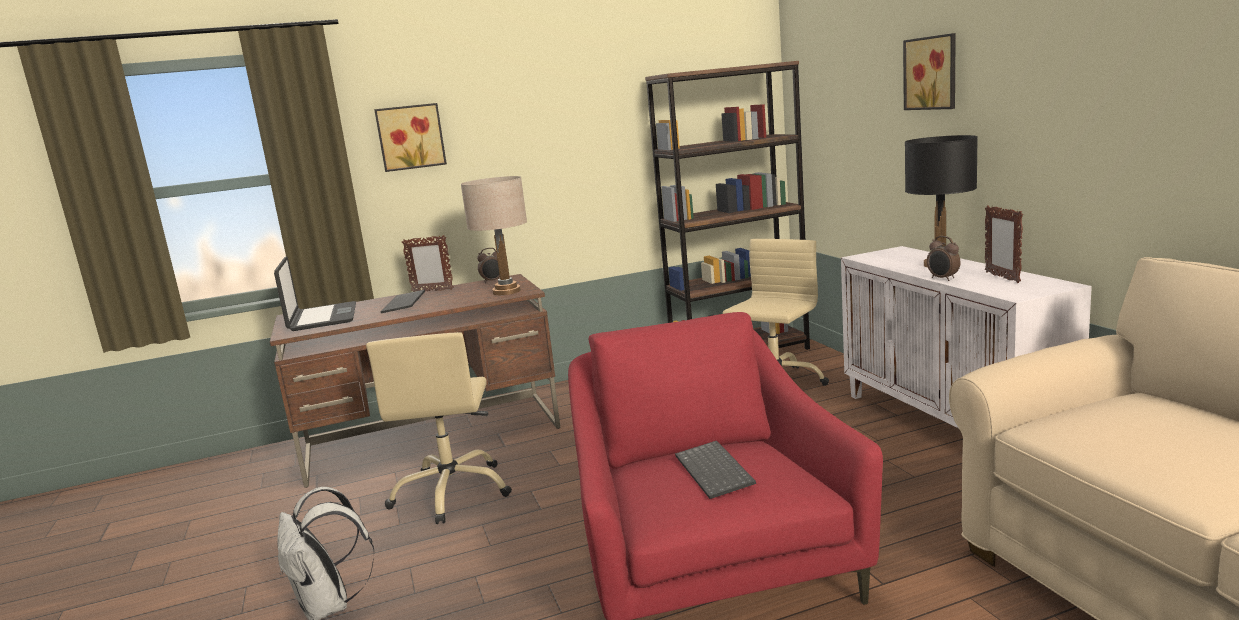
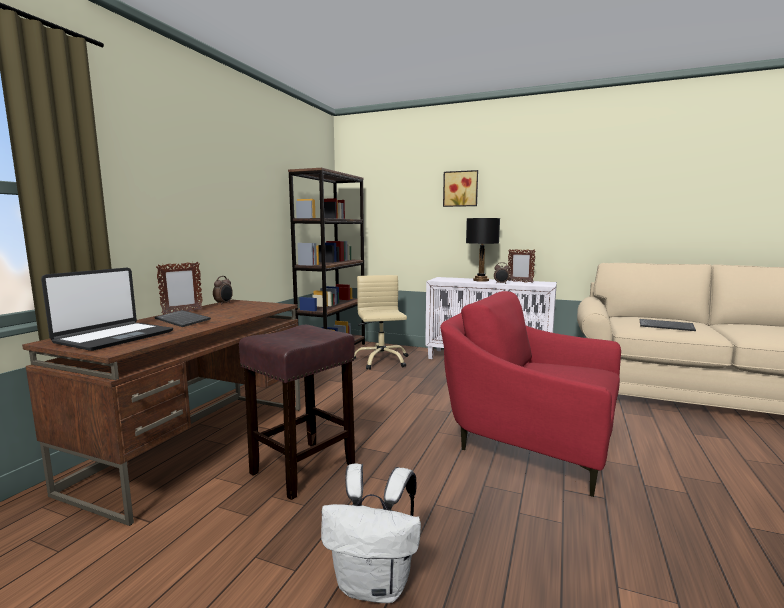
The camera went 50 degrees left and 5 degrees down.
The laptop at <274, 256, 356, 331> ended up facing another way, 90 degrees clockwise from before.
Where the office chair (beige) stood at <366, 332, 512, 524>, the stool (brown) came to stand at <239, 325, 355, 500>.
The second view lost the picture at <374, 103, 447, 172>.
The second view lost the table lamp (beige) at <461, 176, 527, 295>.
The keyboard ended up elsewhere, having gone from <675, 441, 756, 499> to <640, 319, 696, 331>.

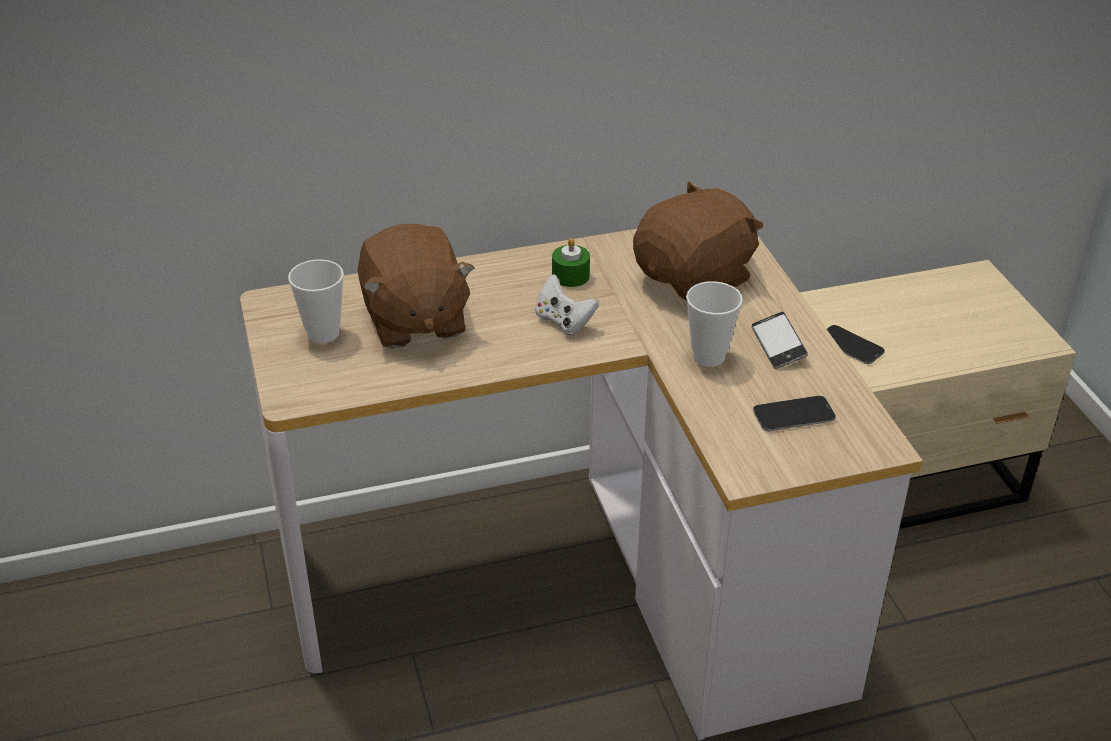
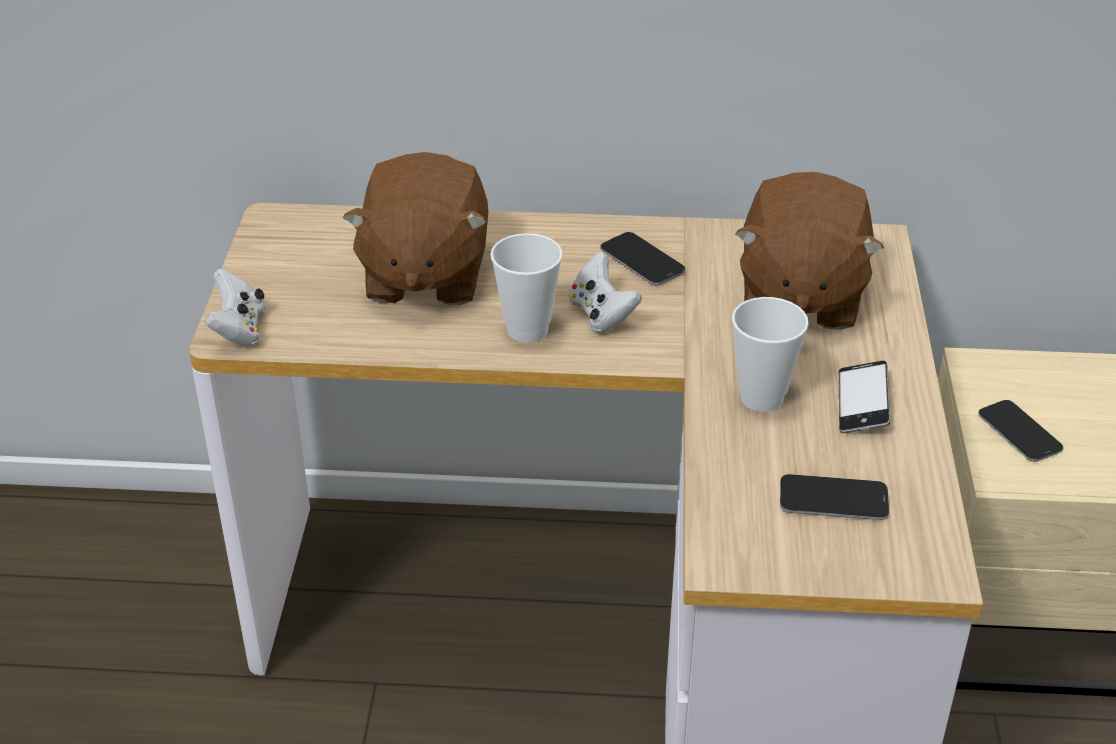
The camera went 20 degrees right and 0 degrees up.
The cup ended up elsewhere, having gone from <288, 259, 344, 343> to <490, 233, 563, 343>.
Where the candle (green) stood at <552, 238, 590, 287>, the phone came to stand at <600, 232, 685, 285>.
The plush toy (brown) at <633, 181, 763, 301> ended up facing another way, 120 degrees clockwise from before.
The second view gained the game controller (white) at <204, 269, 265, 346>.

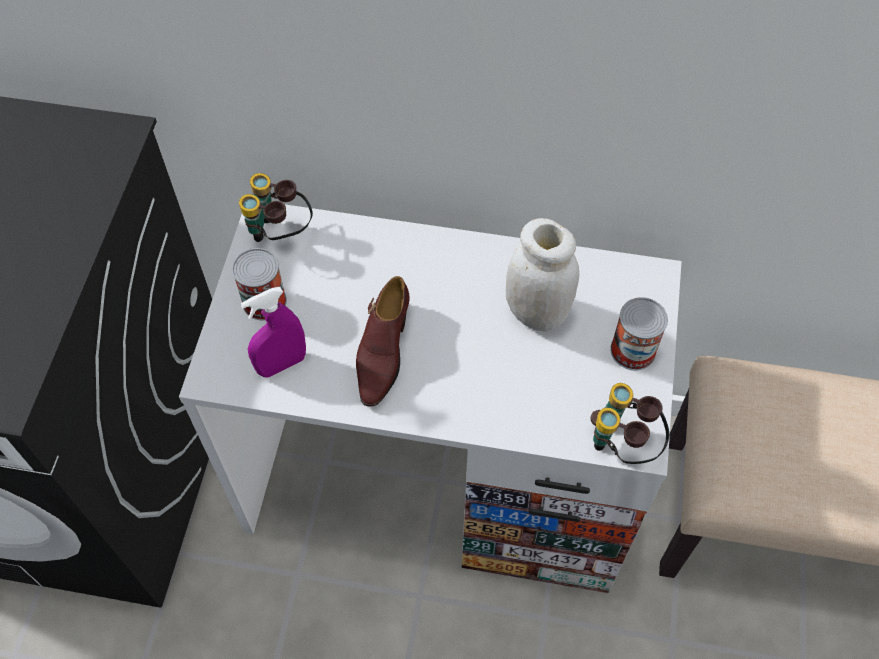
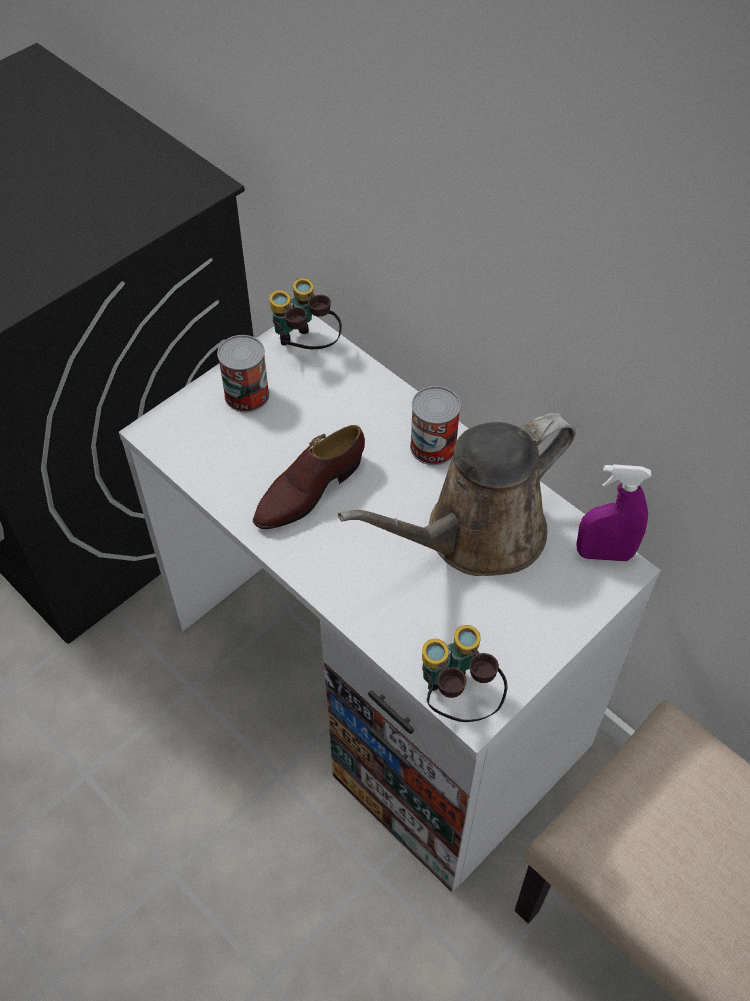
The camera went 35 degrees right and 5 degrees down.
The spray bottle (purple) ended up elsewhere, having gone from <240, 287, 306, 378> to <577, 464, 651, 561>.
Where the jar (white) stood at <506, 218, 579, 332>, the watering can (brown) came to stand at <338, 413, 576, 576>.
The can ended up elsewhere, having gone from <610, 297, 668, 370> to <410, 386, 461, 465>.

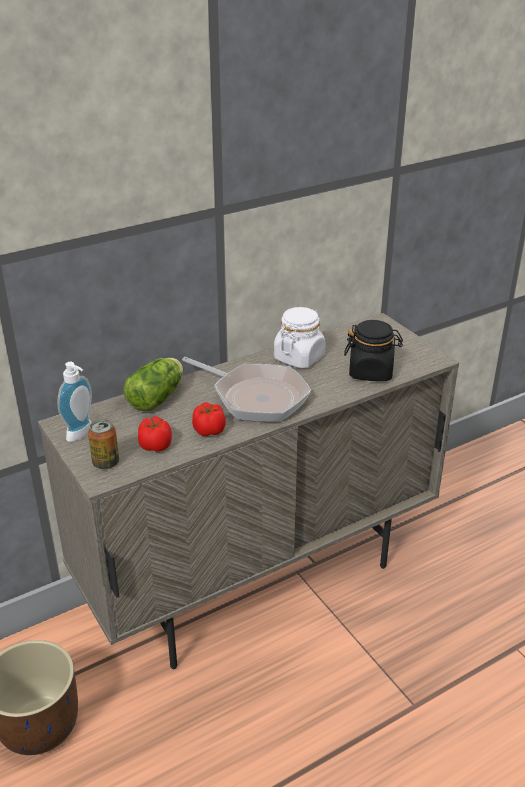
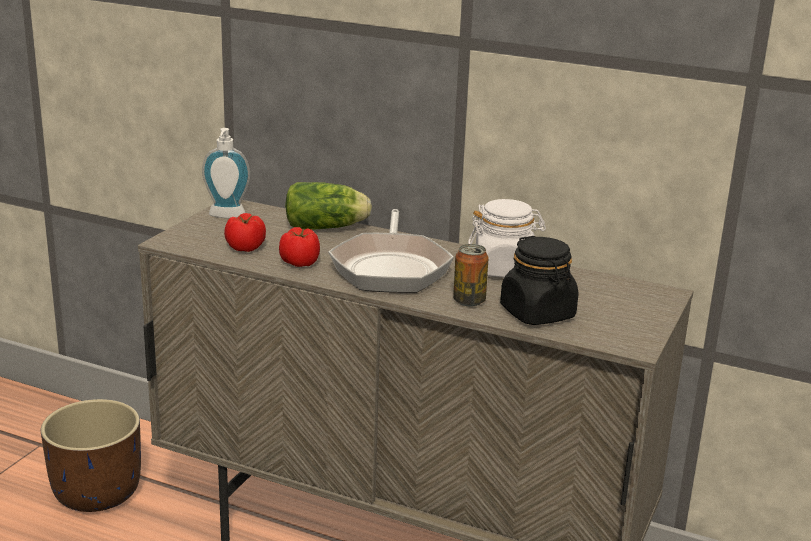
The camera went 55 degrees right and 10 degrees down.
The can ended up elsewhere, having gone from <88, 419, 119, 469> to <453, 244, 489, 307>.

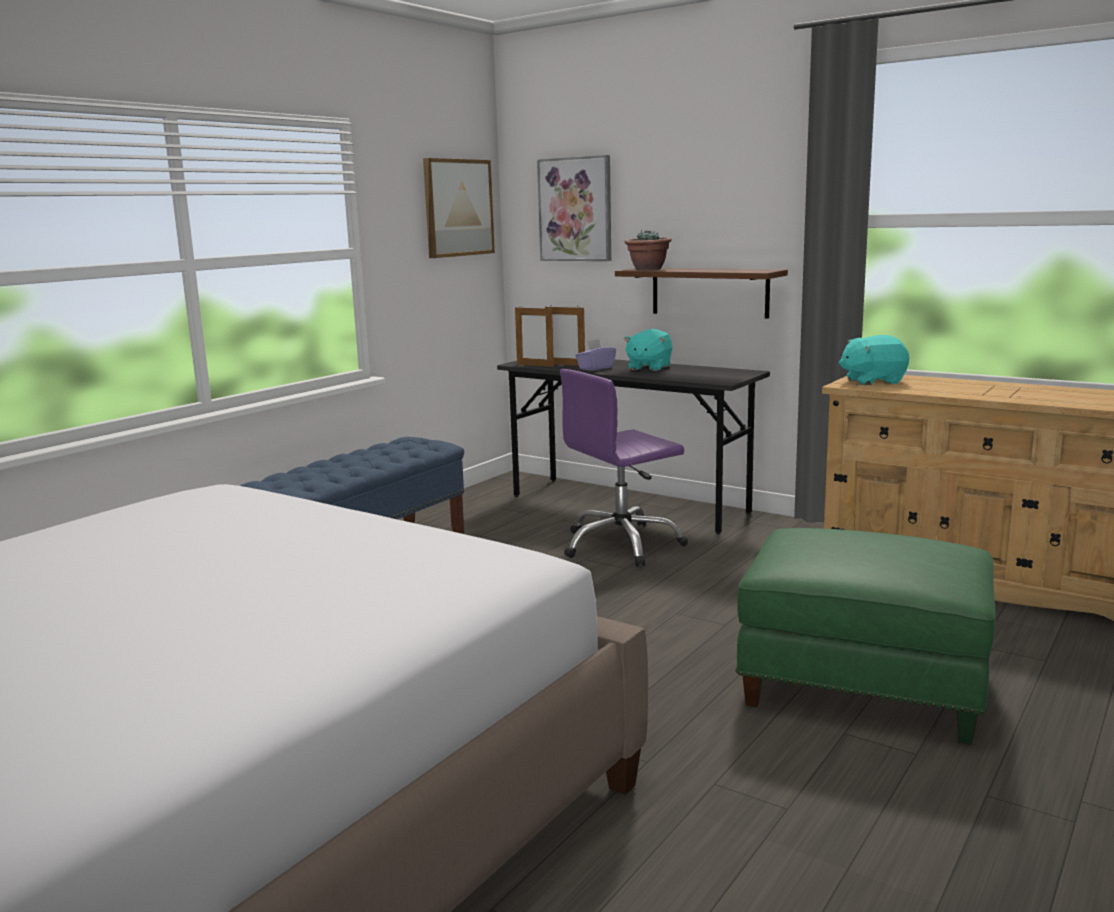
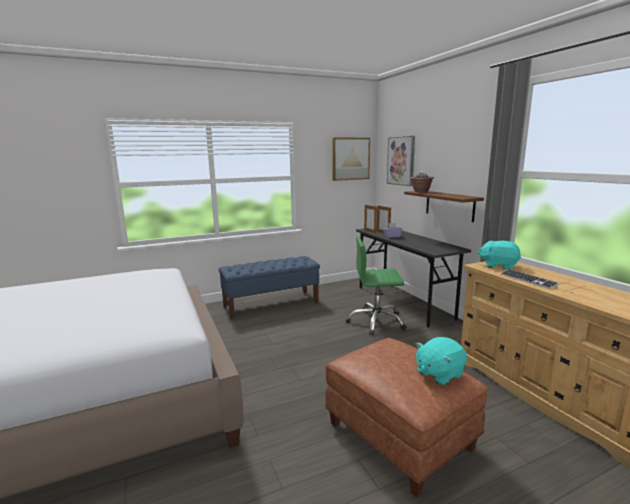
The camera went 30 degrees right and 0 degrees up.
What was the office chair (purple) at <560, 369, 688, 567> turned into the office chair (green) at <346, 236, 407, 335>.
The plush toy (turquoise) ended up elsewhere, having gone from <623, 329, 673, 371> to <416, 337, 467, 386>.
What was the ottoman (green) at <735, 528, 996, 745> turned into the ottoman (brown) at <325, 338, 488, 497>.
The second view gained the keyboard at <501, 269, 560, 289>.

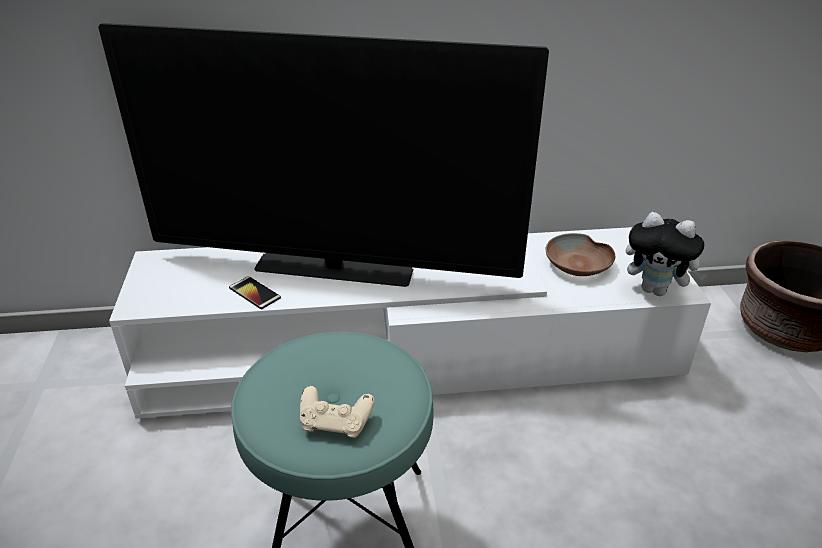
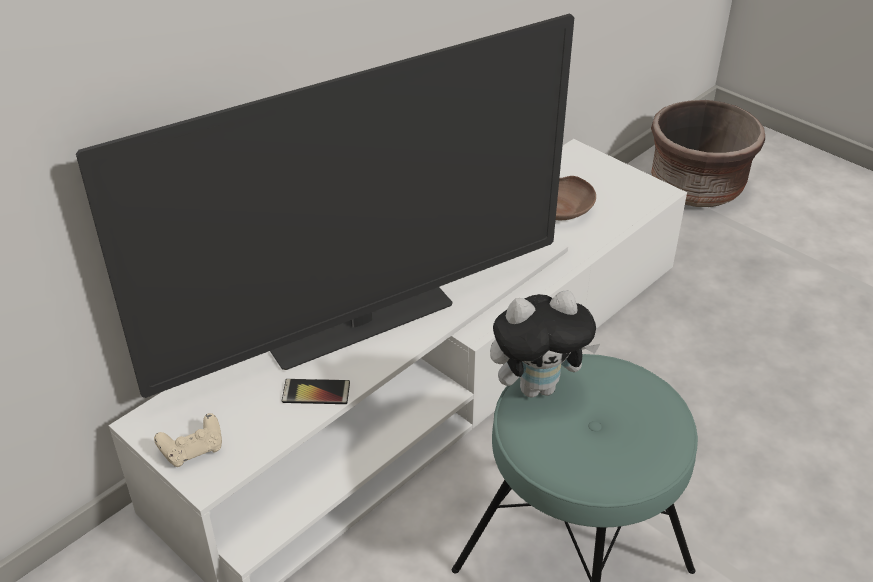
The camera went 40 degrees left and 5 degrees up.
The game controller (beige) ended up elsewhere, having gone from <300, 386, 375, 438> to <154, 413, 222, 467>.
The plush toy ended up elsewhere, having gone from <626, 212, 708, 296> to <490, 291, 600, 398>.

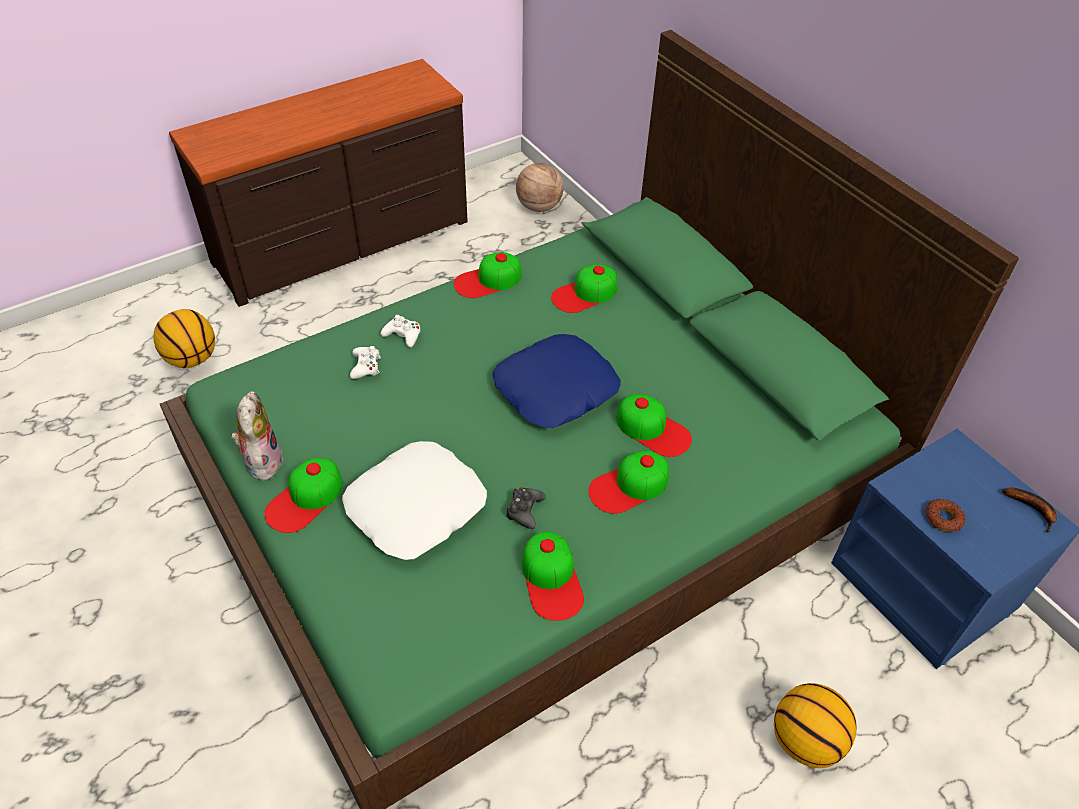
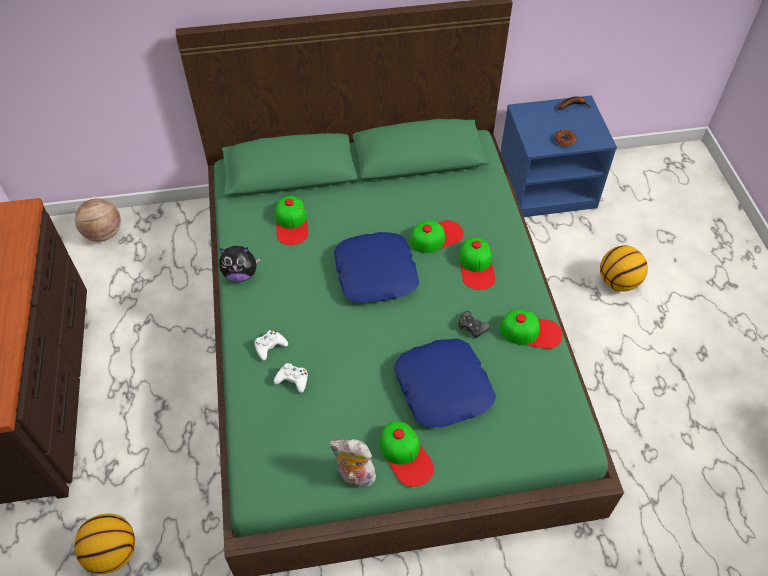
The camera went 65 degrees left and 5 degrees up.
What was the pillow (white) at <342, 441, 487, 560> turned into the pillow (blue) at <394, 339, 496, 428>.
Where the cap stood at <454, 252, 522, 298>, the plush toy came to stand at <219, 246, 260, 282>.

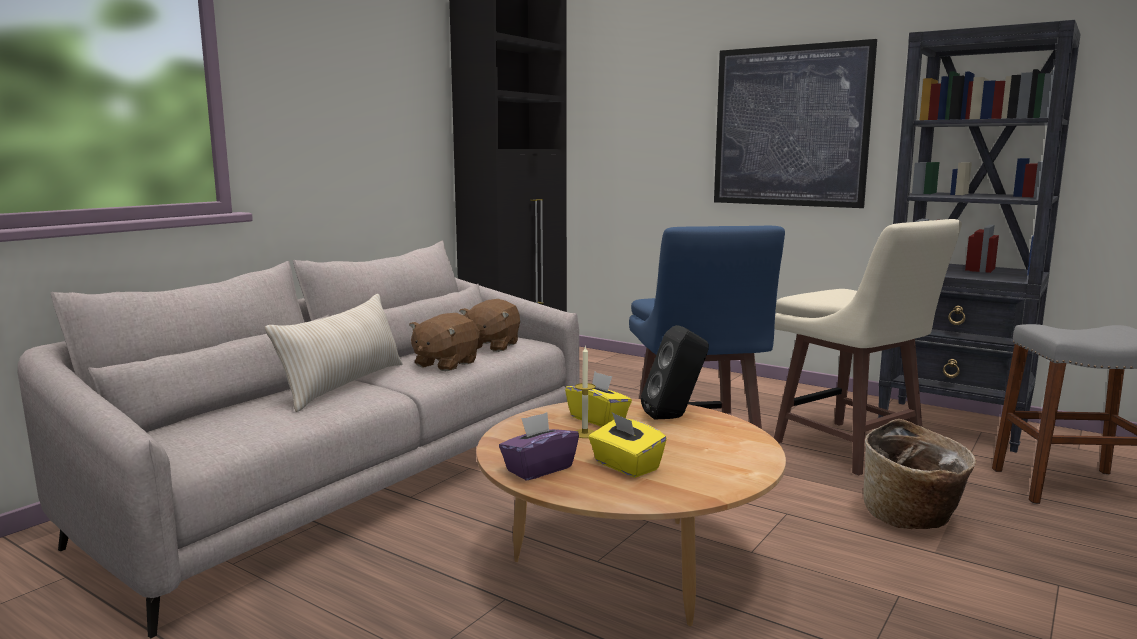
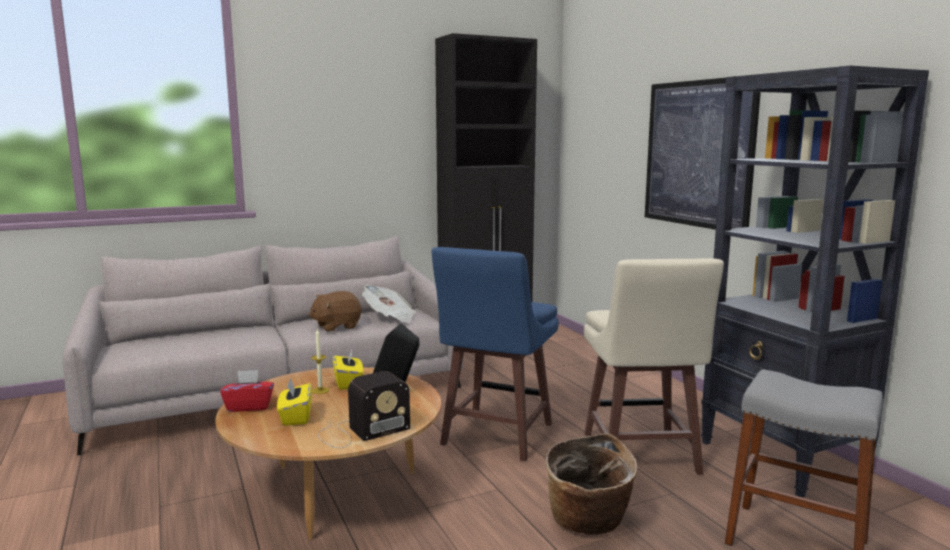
The camera went 30 degrees right and 0 degrees up.
The second view lost the pillow (beige) at <265, 294, 403, 412>.
Where the plush toy (brown) stood at <459, 299, 520, 352>, the newspaper came to stand at <362, 285, 416, 323>.
What was the tissue box (purple) at <499, 412, 579, 481> turned into the tissue box (red) at <220, 370, 274, 412>.
The second view gained the radio at <318, 371, 410, 448>.

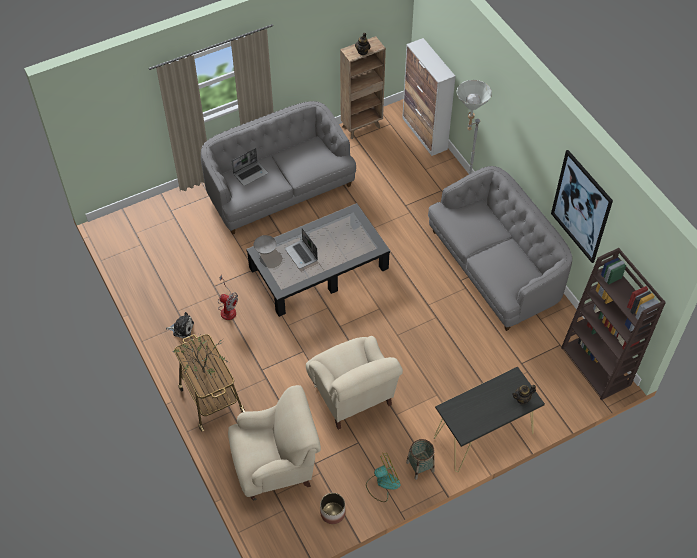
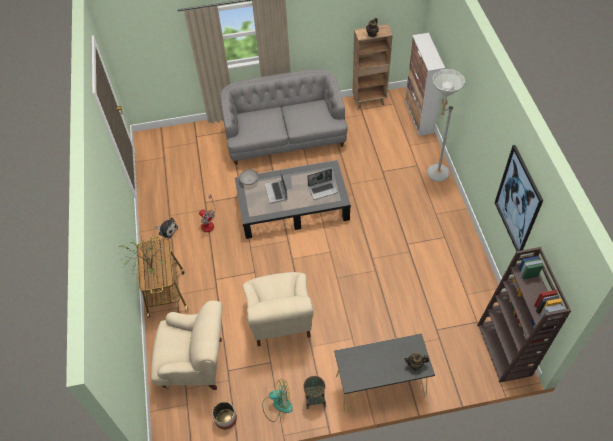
The camera went 20 degrees right and 0 degrees up.
The laptop ended up elsewhere, having gone from <231, 148, 268, 186> to <307, 168, 338, 199>.
The second view lost the sofa (grey) at <428, 166, 572, 331>.

